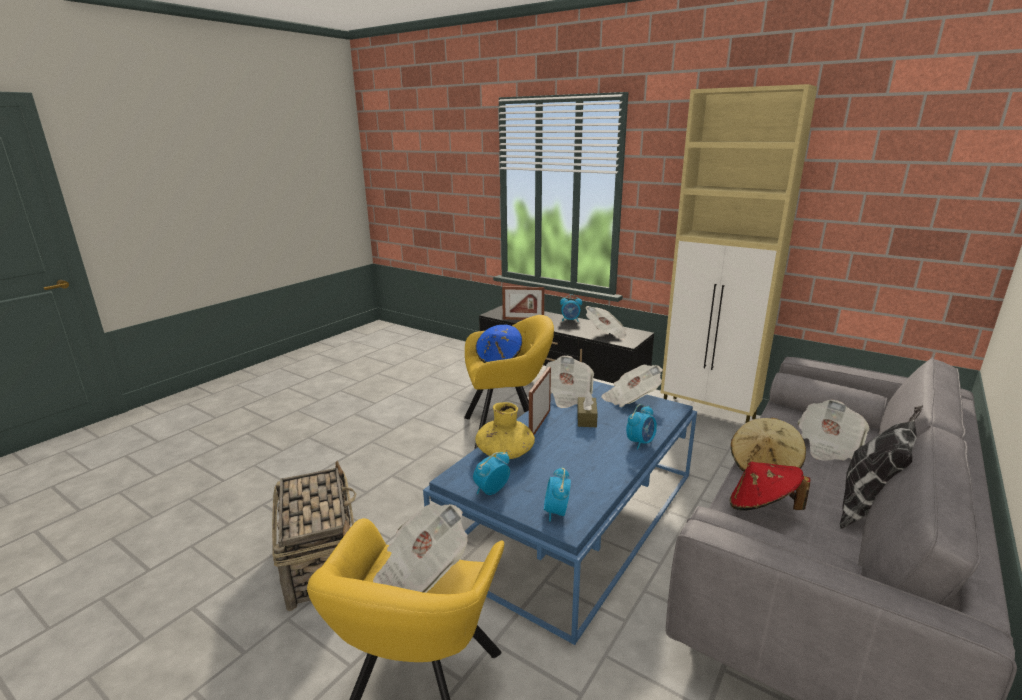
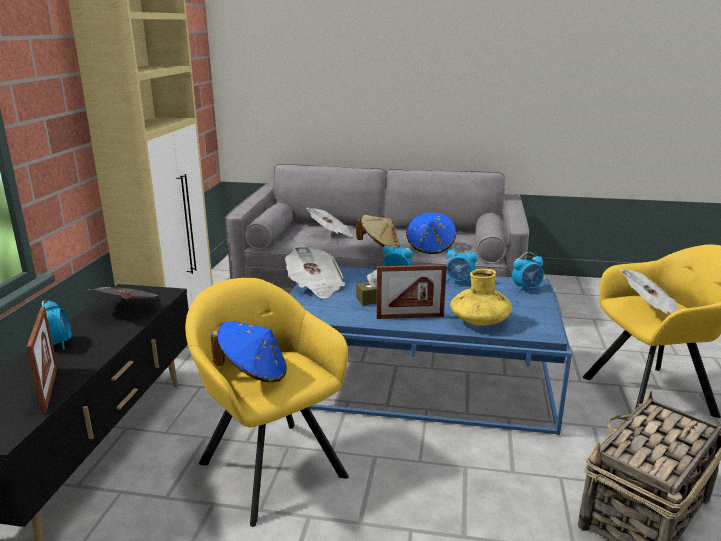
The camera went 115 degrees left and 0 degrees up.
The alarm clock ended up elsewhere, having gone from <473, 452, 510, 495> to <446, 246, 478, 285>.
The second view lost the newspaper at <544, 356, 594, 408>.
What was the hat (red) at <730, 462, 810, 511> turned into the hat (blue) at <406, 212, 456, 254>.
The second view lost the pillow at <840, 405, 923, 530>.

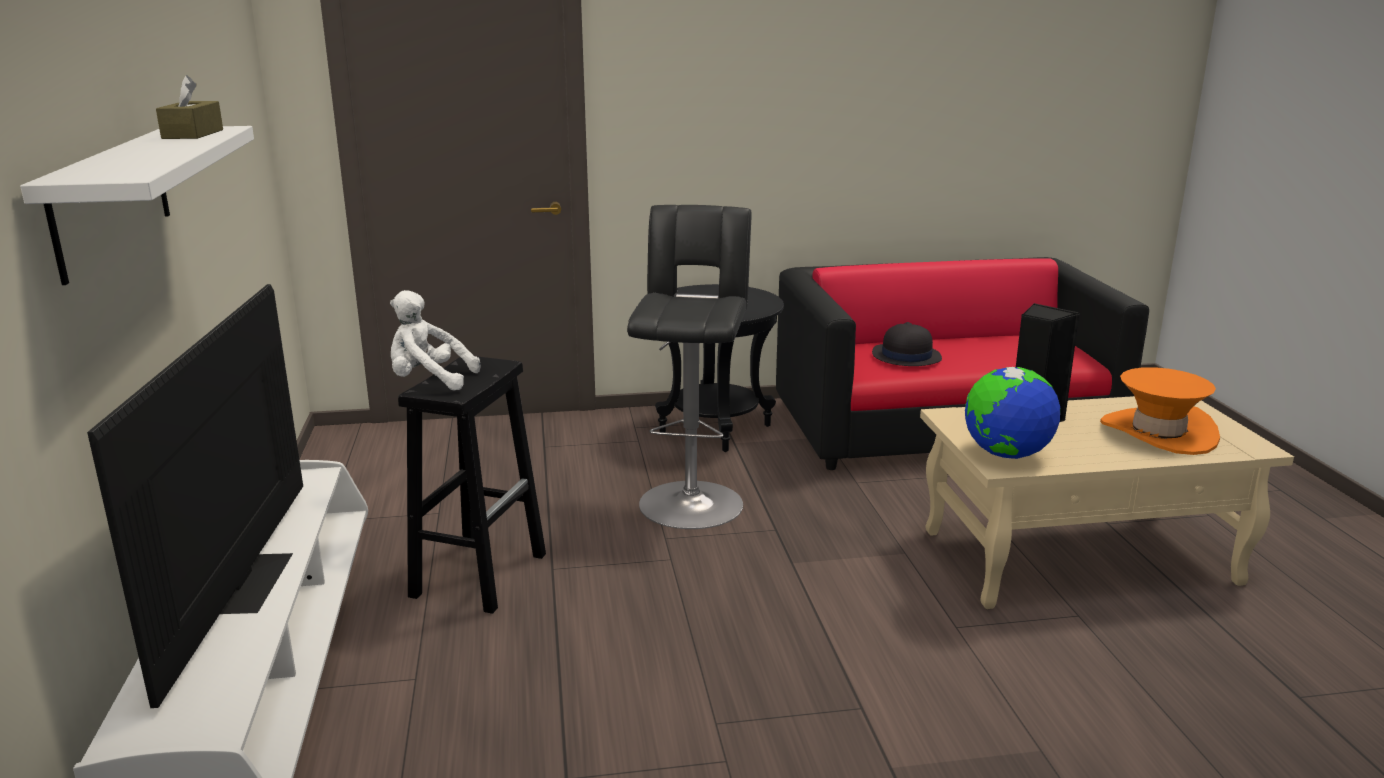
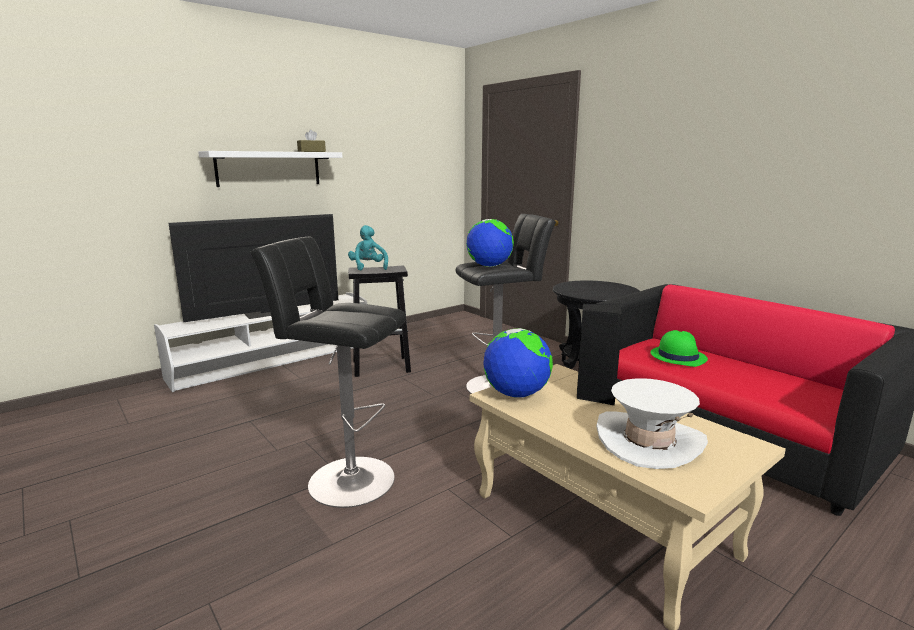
The camera went 60 degrees right and 5 degrees down.
What was the plush toy (white) at <390, 290, 481, 390> turned into the plush toy (turquoise) at <348, 225, 388, 271>.
What was the hat (black) at <872, 322, 942, 366> turned into the hat (green) at <650, 330, 708, 367>.
What was the hat (orange) at <1100, 367, 1220, 455> turned into the hat (white) at <596, 378, 708, 469>.
The second view gained the stool (black) at <250, 236, 406, 508>.
The second view gained the globe at <466, 219, 514, 267>.

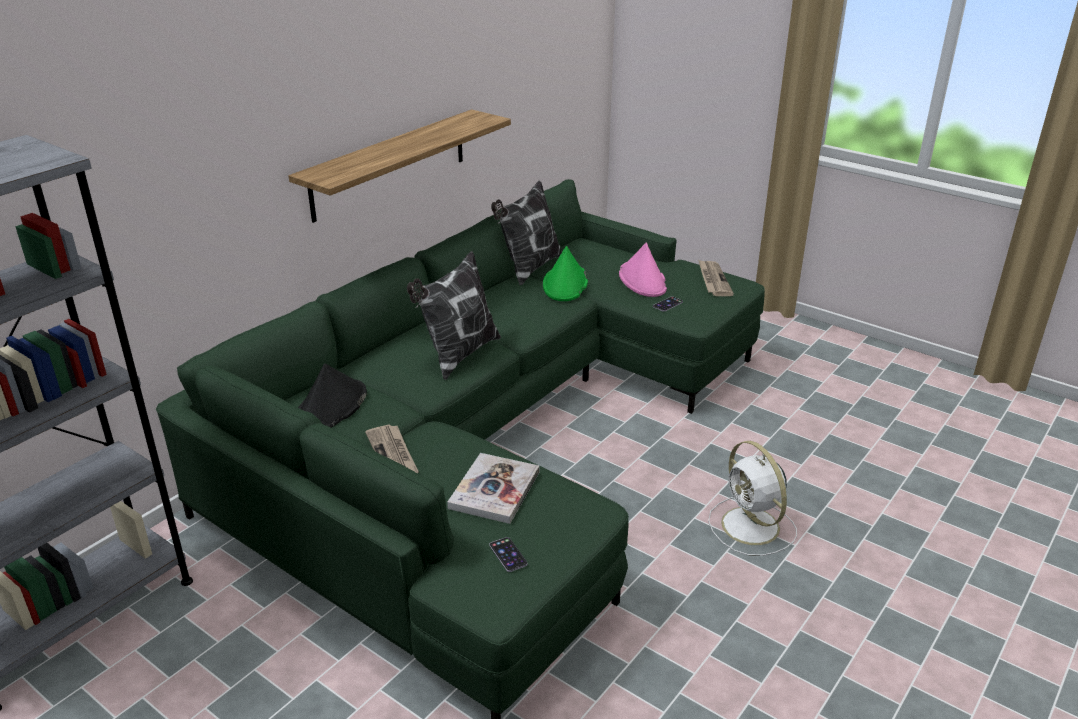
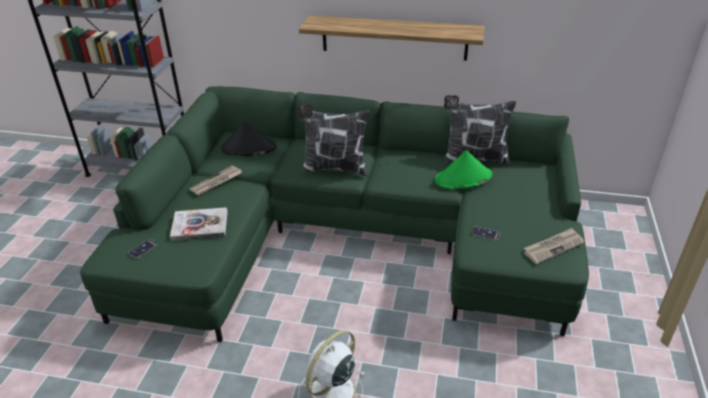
The camera went 65 degrees right and 5 degrees up.
The second view lost the hat (pink) at <619, 243, 667, 297>.

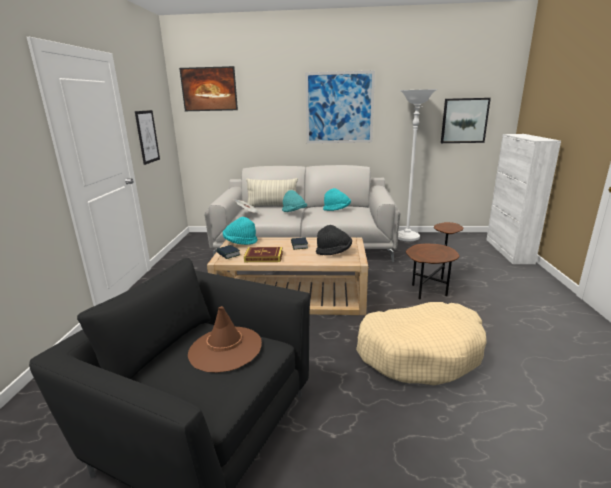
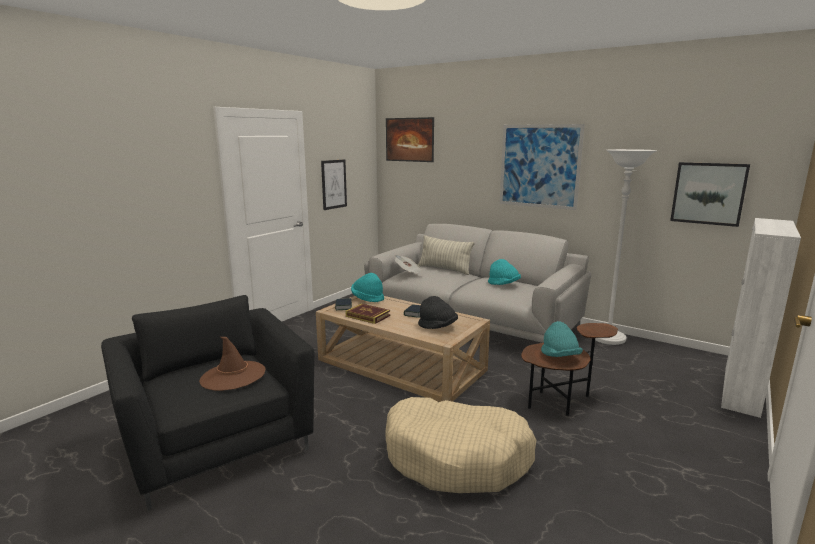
The camera went 30 degrees right and 5 degrees down.
The hat (turquoise) ended up elsewhere, having gone from <282, 190, 307, 212> to <541, 321, 583, 357>.

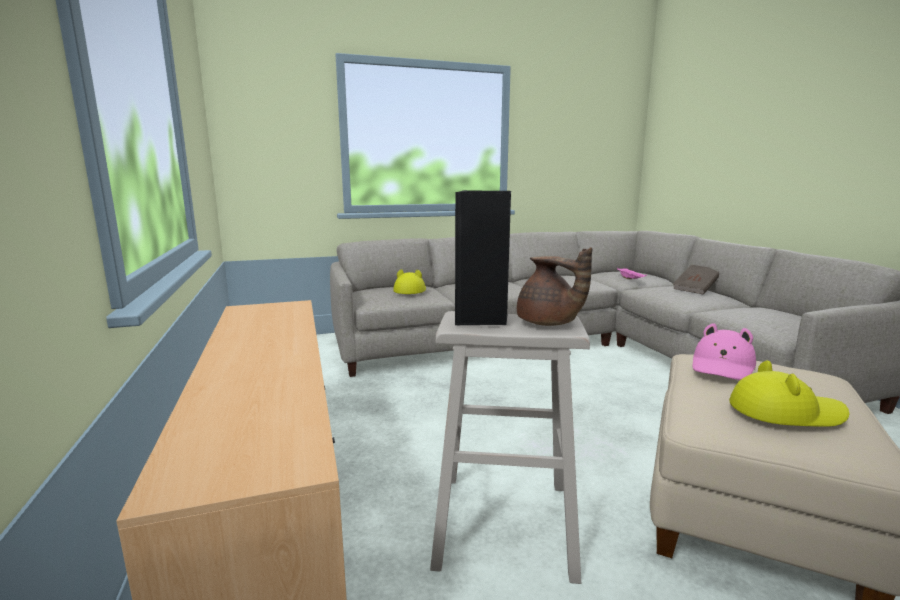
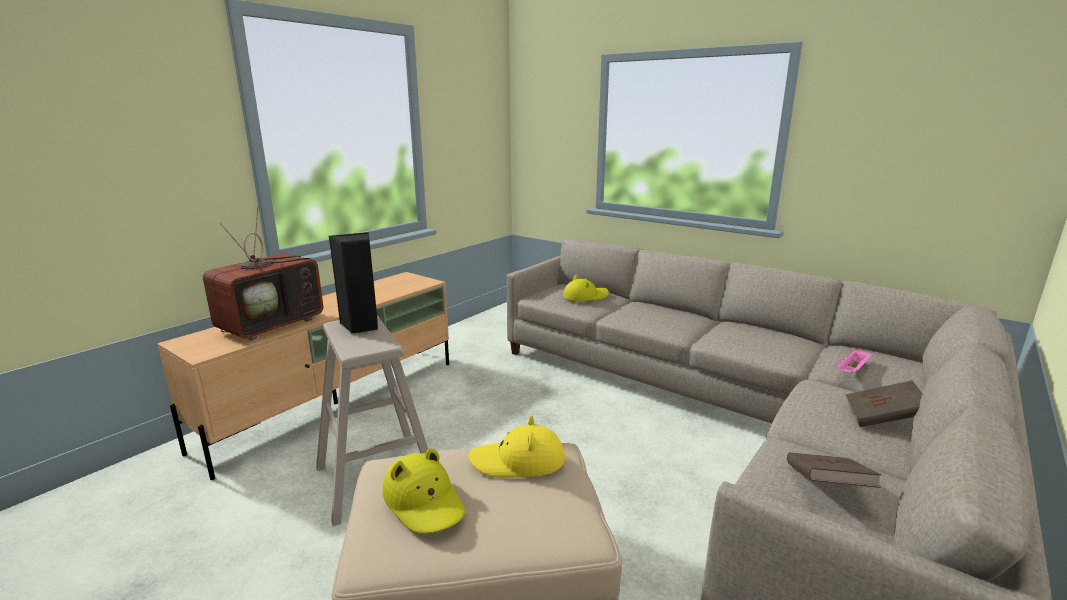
The camera went 55 degrees right and 5 degrees up.
The second view lost the teapot (brown) at <517, 247, 592, 326>.
What was the hat (pink) at <692, 323, 756, 380> turned into the hat (yellow) at <468, 415, 565, 478>.
The second view gained the television at <203, 205, 323, 340>.
The second view gained the book (brown) at <787, 452, 881, 488>.

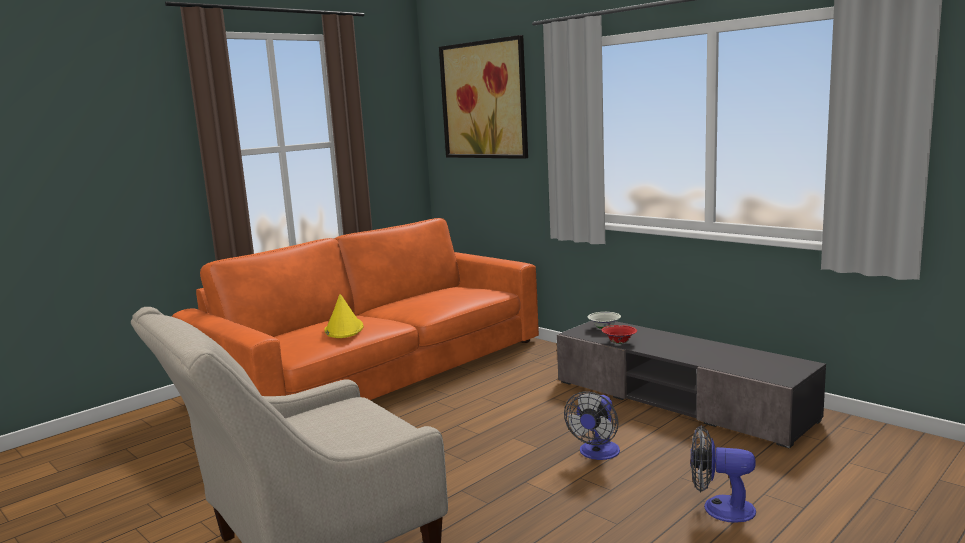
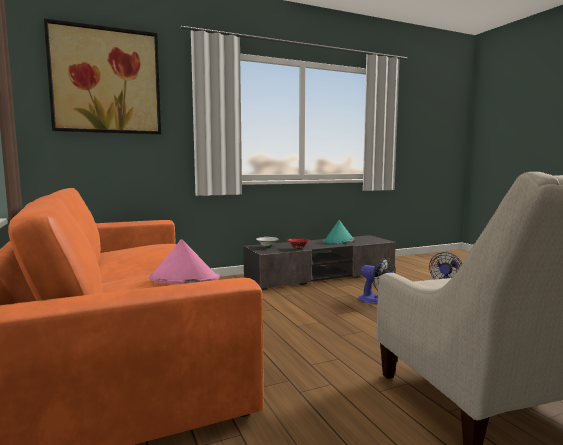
The camera went 70 degrees left and 5 degrees down.
What was the hat (yellow) at <324, 294, 364, 338> turned into the hat (pink) at <149, 239, 220, 284>.
The second view gained the hat (turquoise) at <323, 220, 354, 244>.

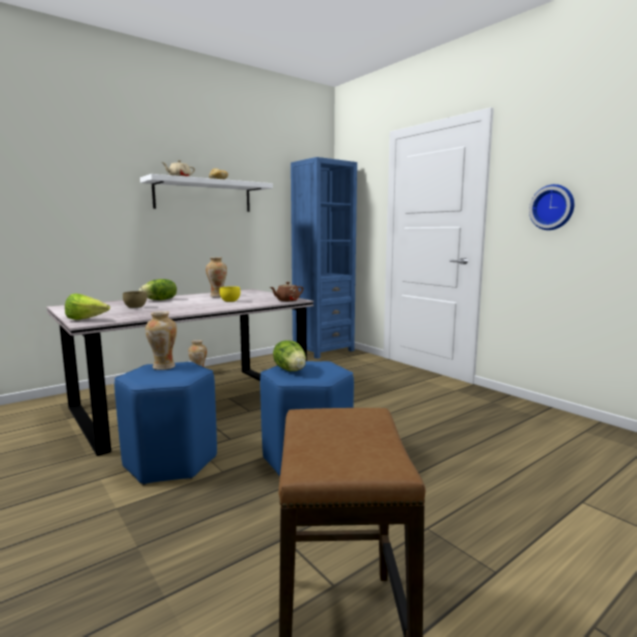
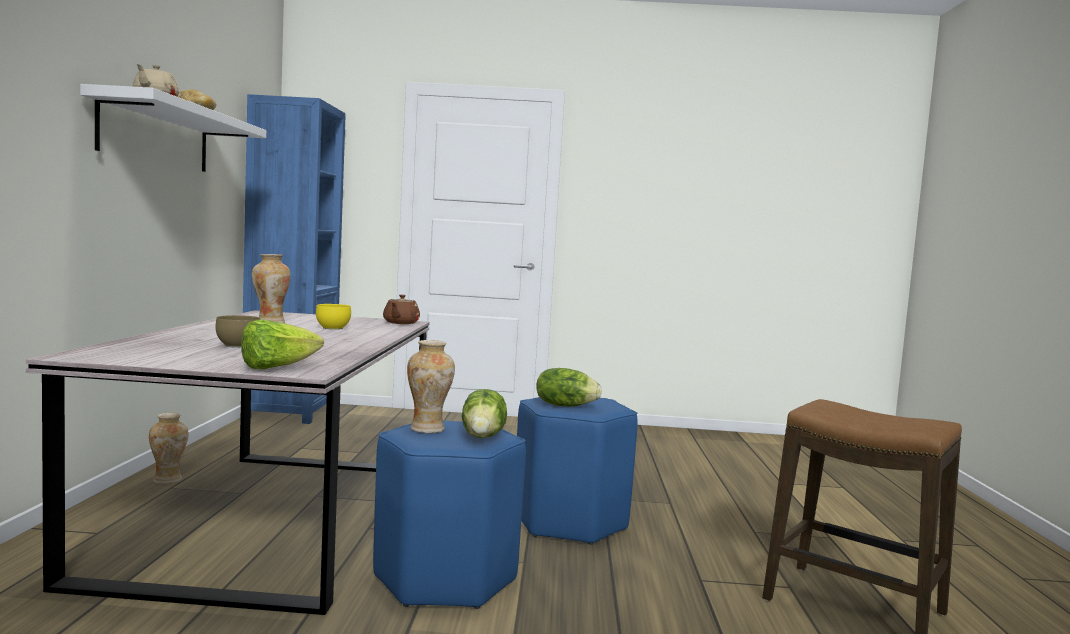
The camera went 50 degrees left and 5 degrees down.
The lettuce ended up elsewhere, having gone from <139, 279, 177, 300> to <462, 389, 507, 438>.
The second view lost the wall clock at <529, 184, 574, 230>.

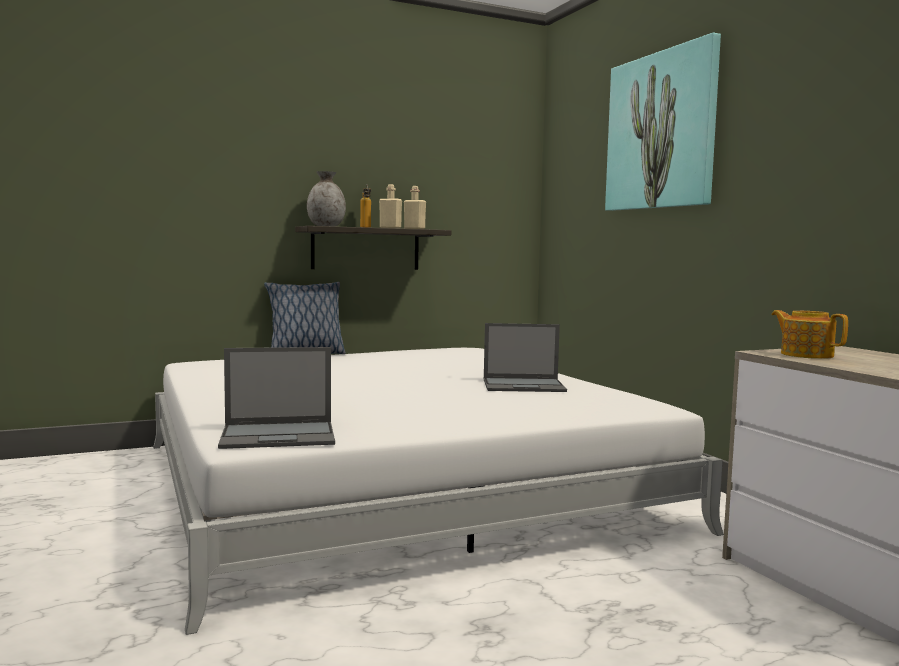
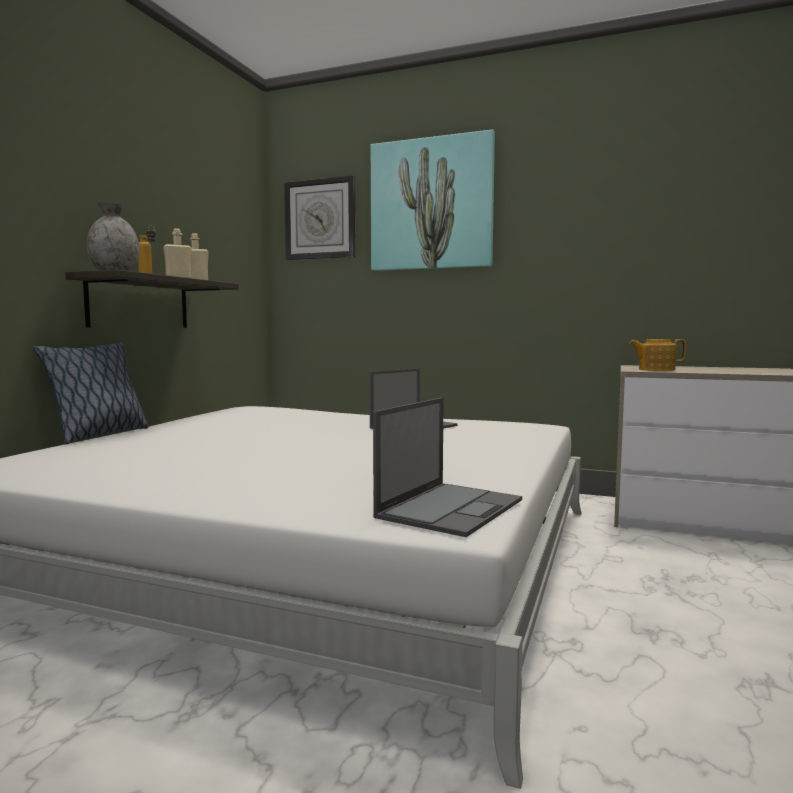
The camera went 45 degrees left and 0 degrees up.
The second view gained the wall clock at <284, 176, 356, 260>.

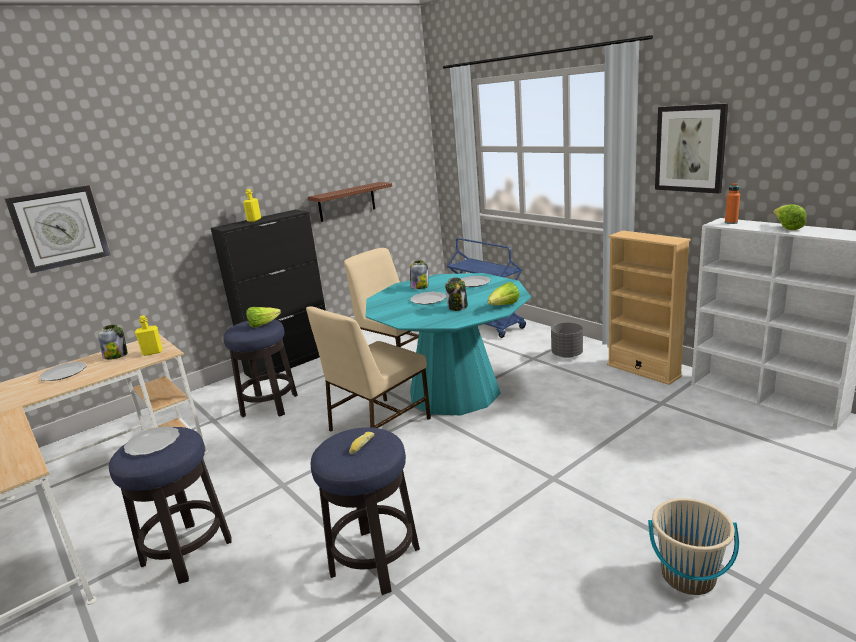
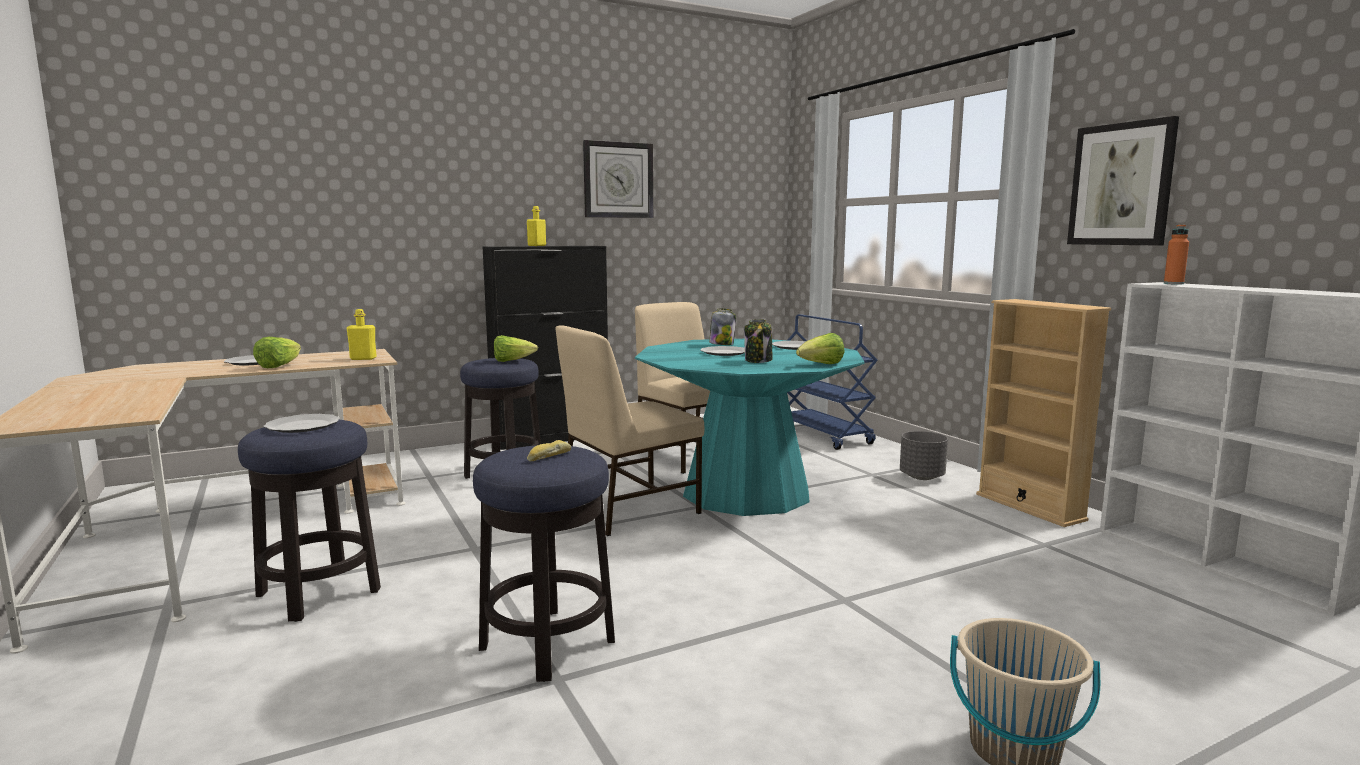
The camera went 10 degrees right and 10 degrees down.
The wall clock ended up elsewhere, having gone from <4, 185, 111, 273> to <583, 140, 653, 218>.
The second view lost the jar at <98, 325, 128, 360>.
The second view lost the shelf at <308, 182, 392, 222>.
The lettuce ended up elsewhere, having gone from <773, 204, 807, 230> to <253, 337, 301, 368>.

